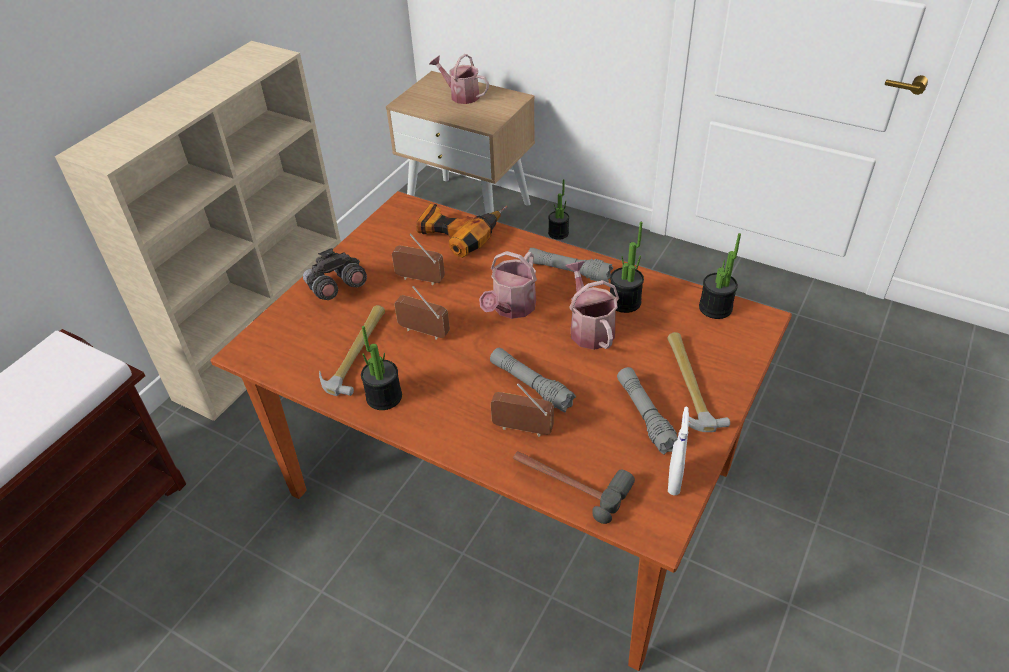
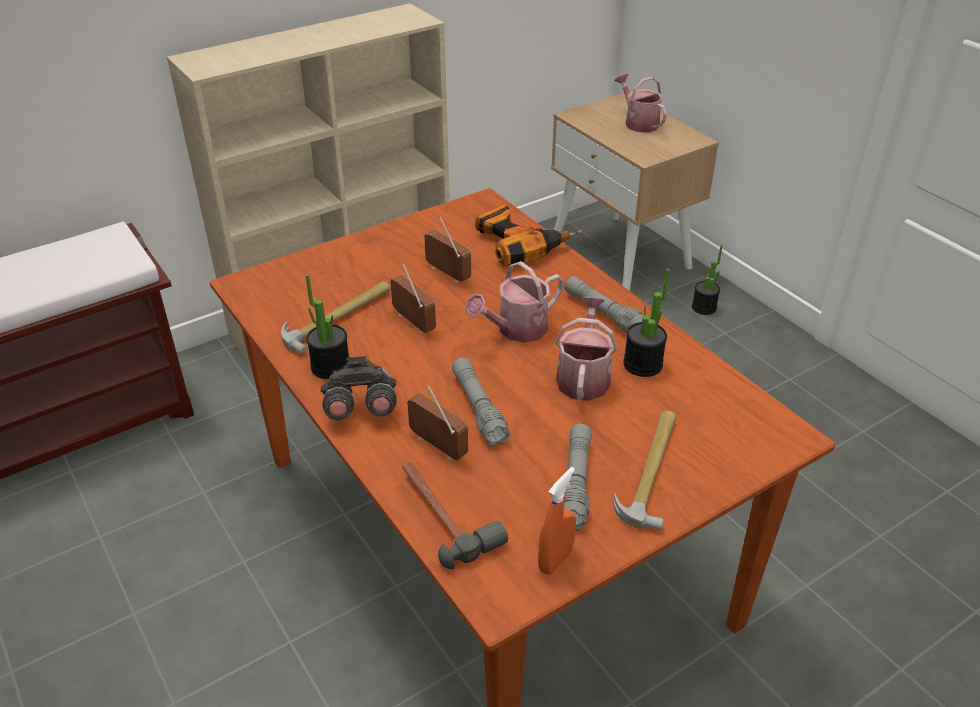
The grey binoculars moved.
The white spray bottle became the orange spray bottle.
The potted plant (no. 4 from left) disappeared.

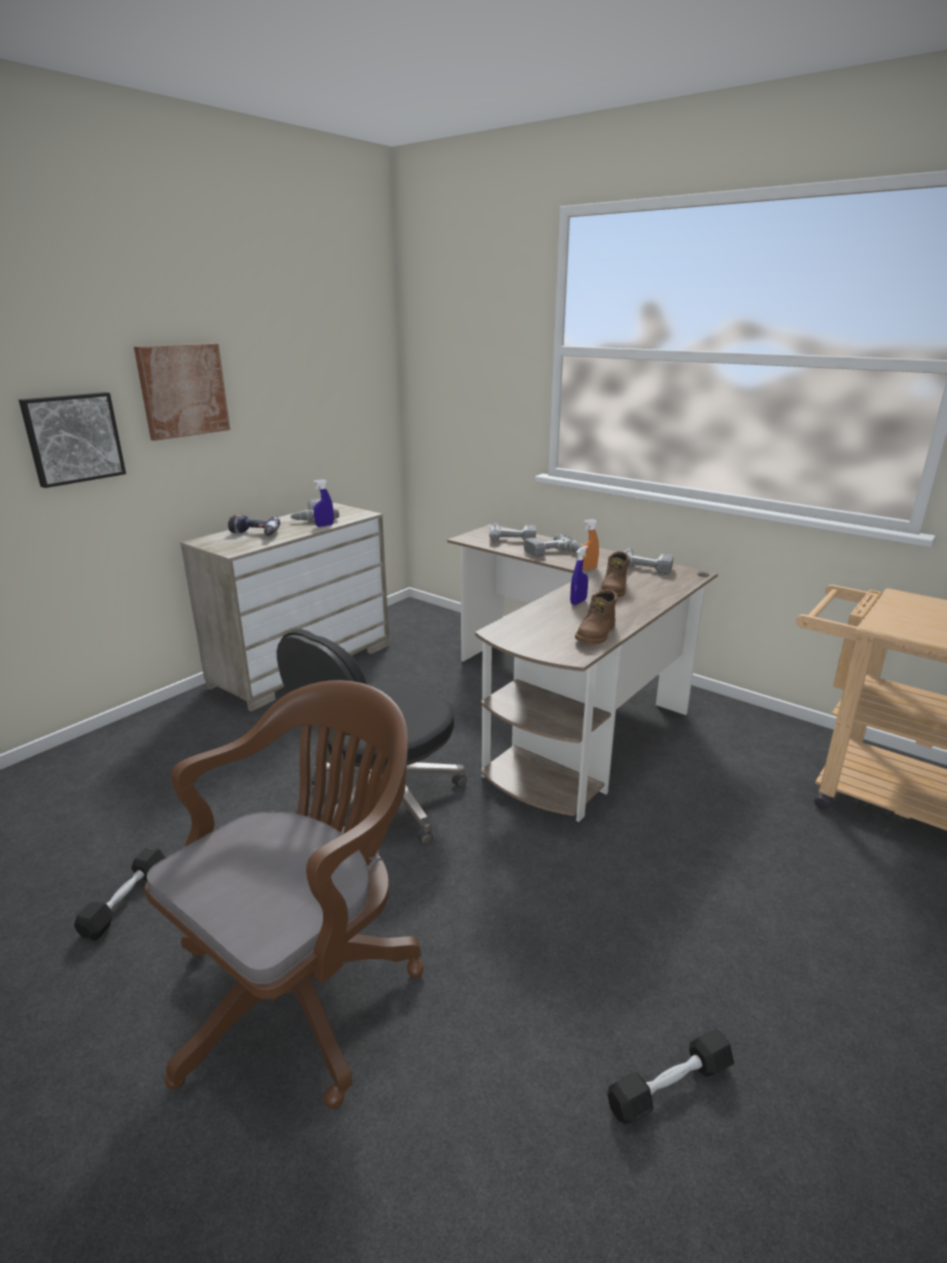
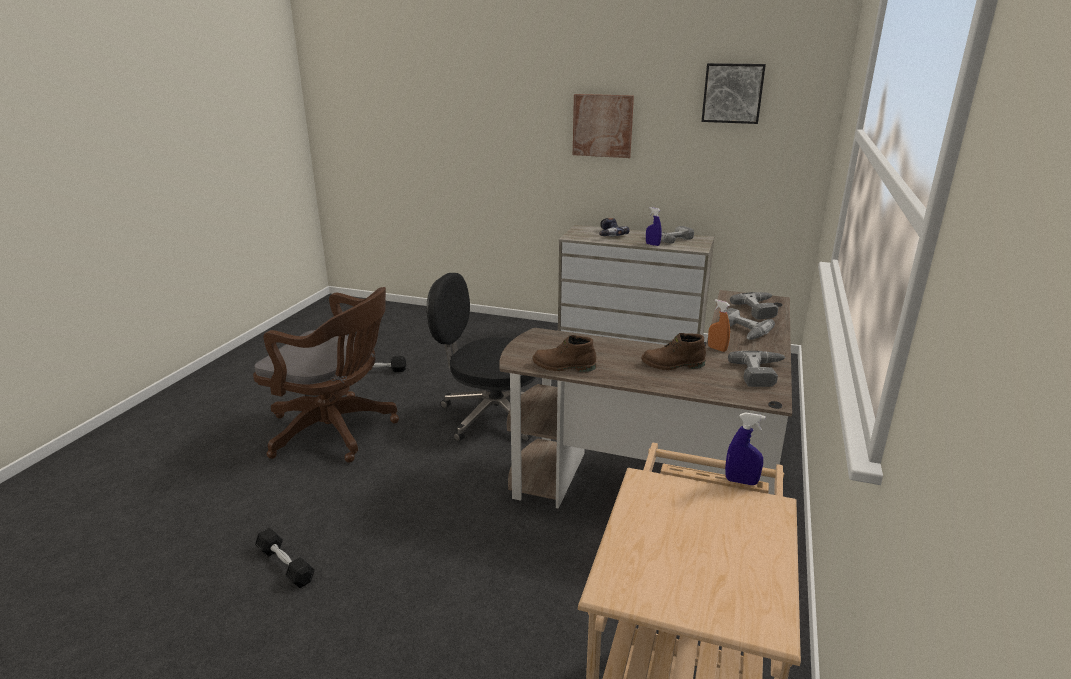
The picture (no. 1 from left in the first image) moved.
The blue spray bottle (no. 2 from left) moved.

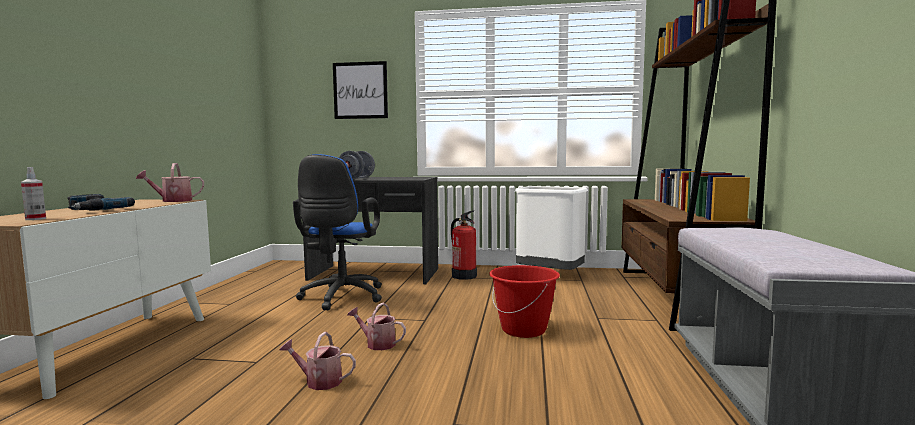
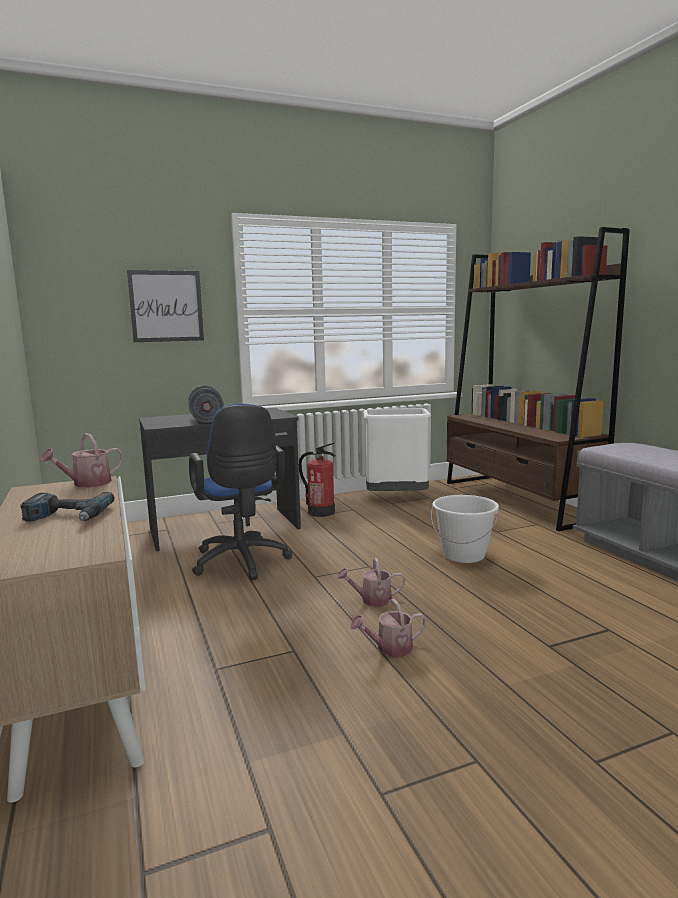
The spray bottle disappeared.
The red bucket became the white bucket.

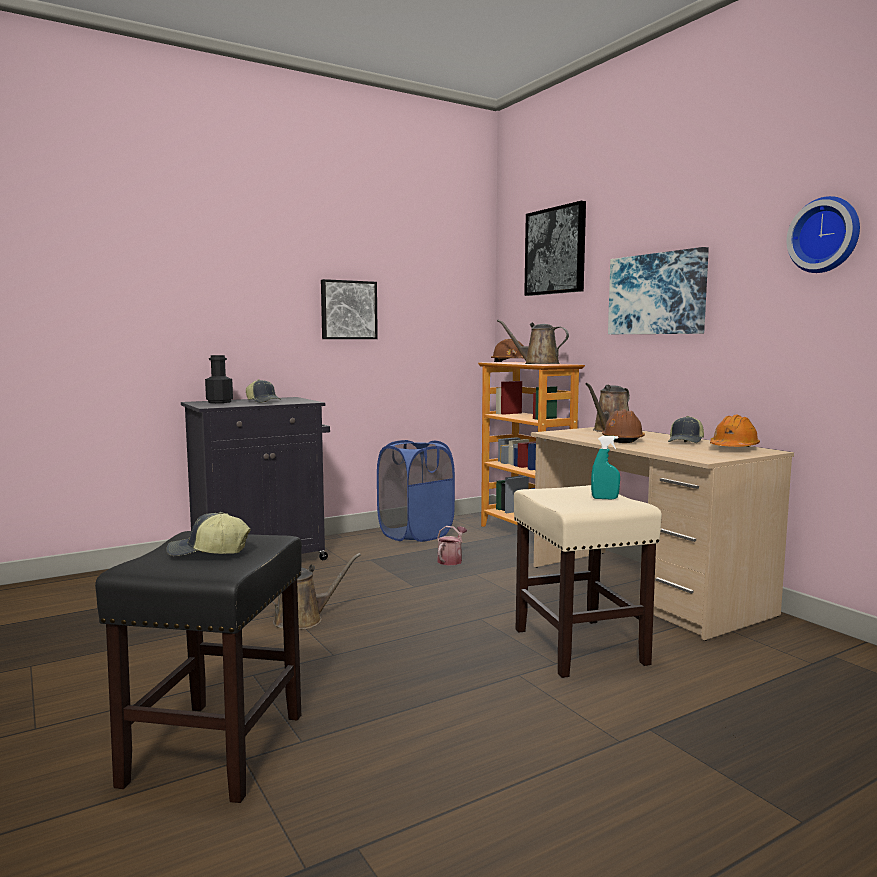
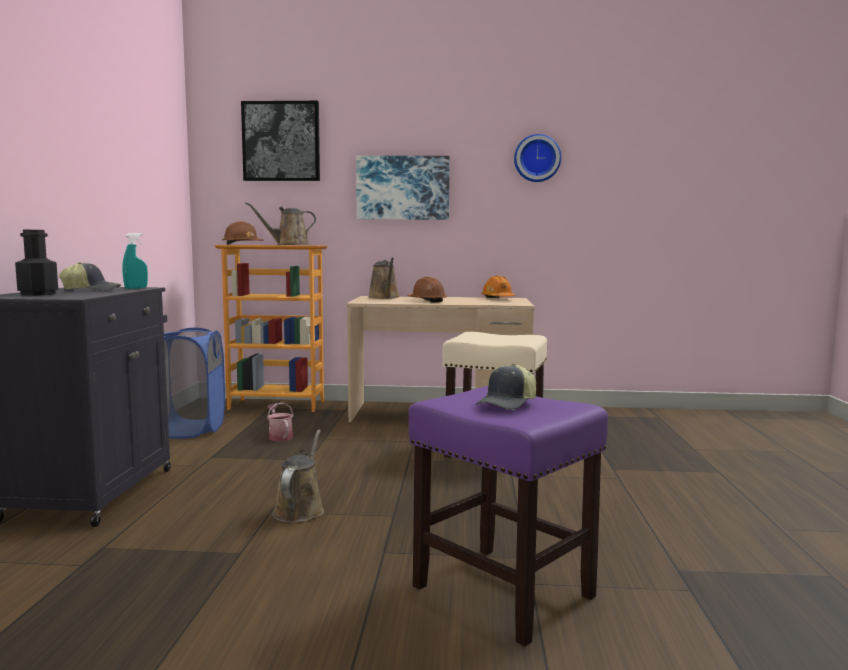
The black stool became the purple stool.
The picture (no. 1 from left) disappeared.
The turquoise spray bottle moved.
The cap (no. 3 from left) disappeared.

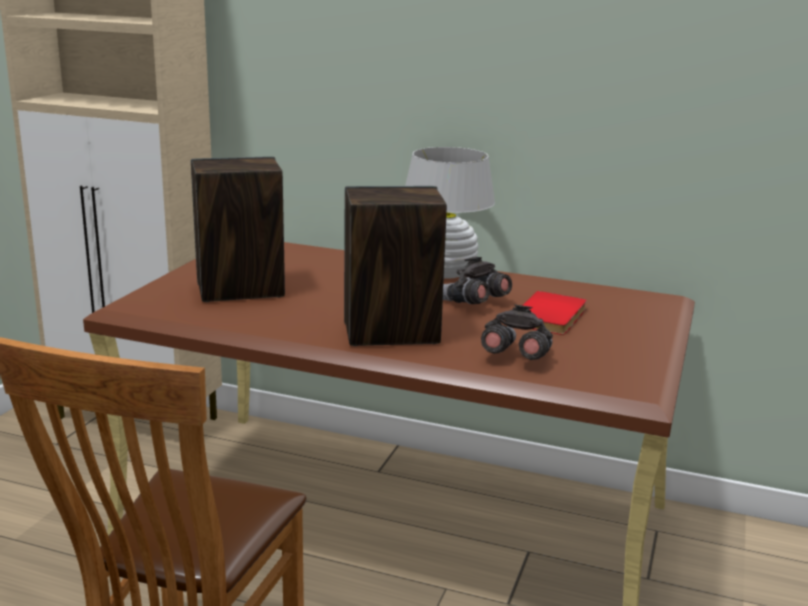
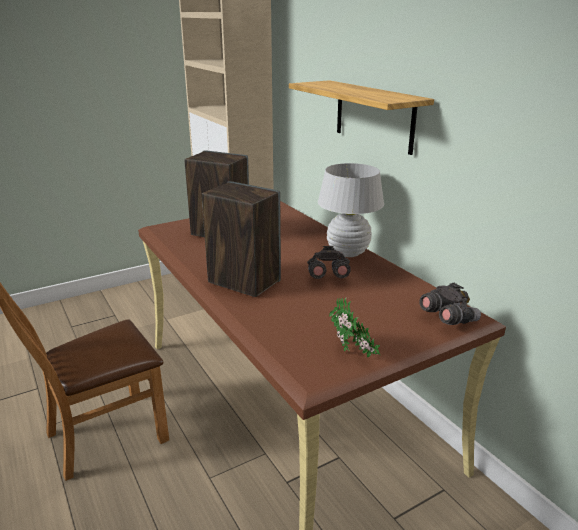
The grey binoculars (no. 2 from left) moved.
The red book disappeared.
The shelf appeared.
The potted plant appeared.

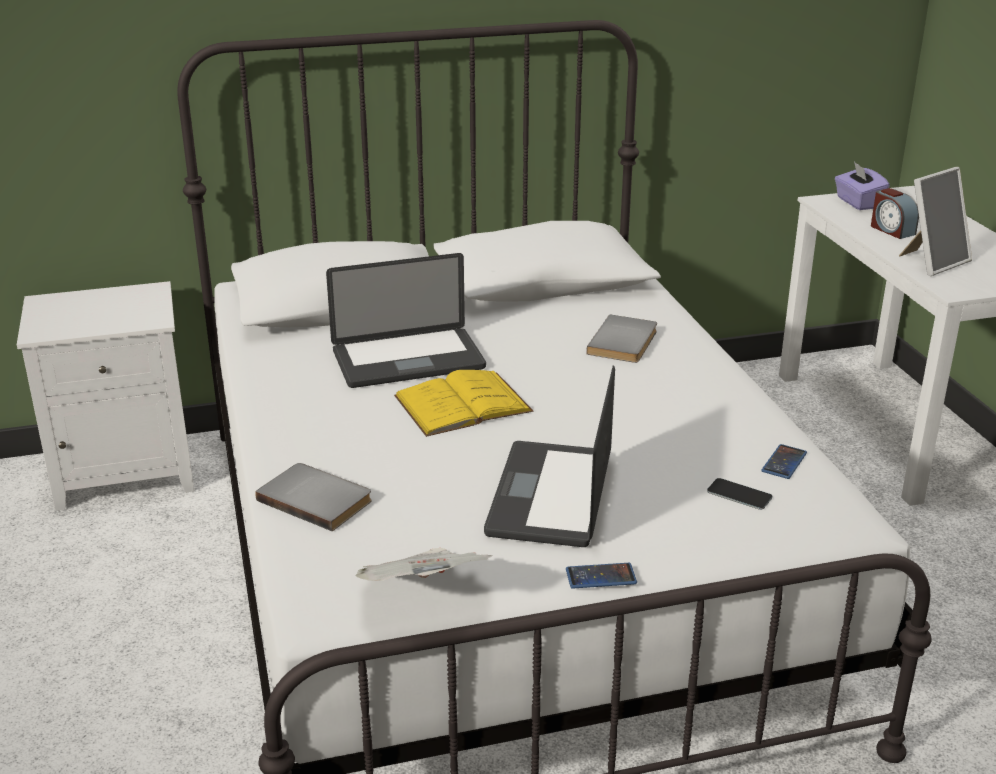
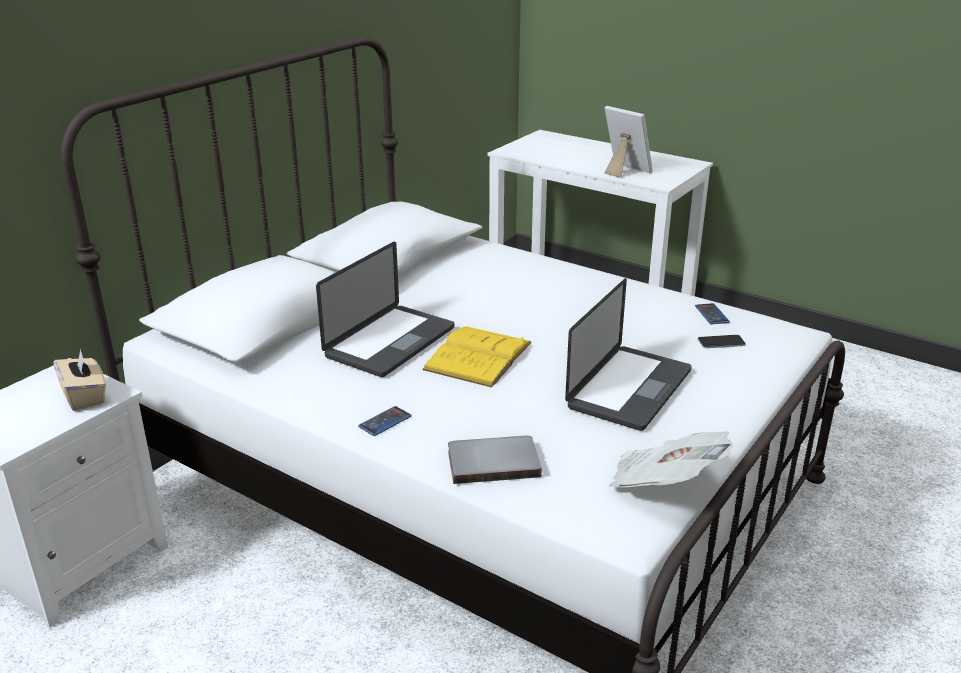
The laptop (no. 2 from left) turned 120 degrees counterclockwise.
The phone (no. 1 from left) moved.
The grey book (no. 2 from left) disappeared.
The purple tissue box disappeared.
The alarm clock disappeared.
The picture frame turned 60 degrees counterclockwise.
The beige tissue box appeared.

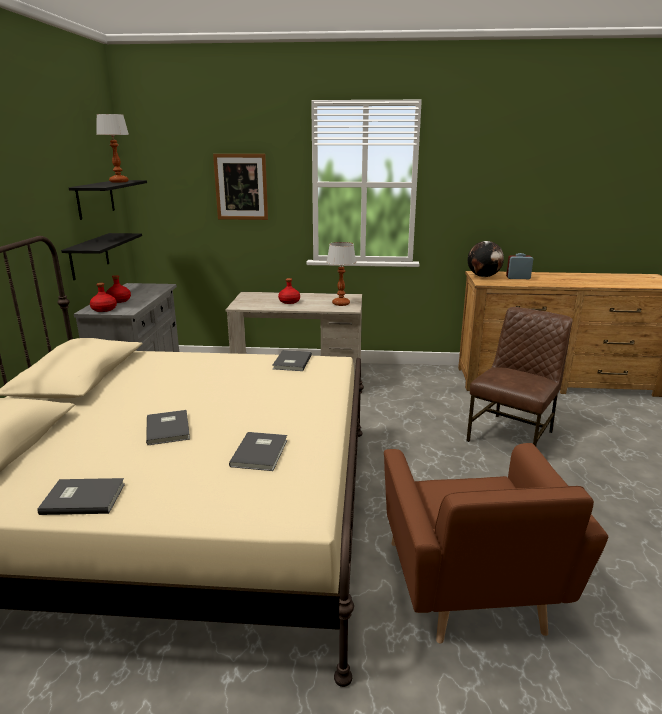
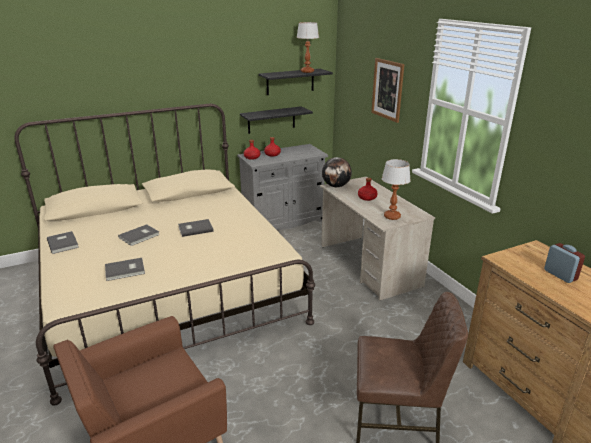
The grey book (no. 4 from left) moved.
The globe moved.

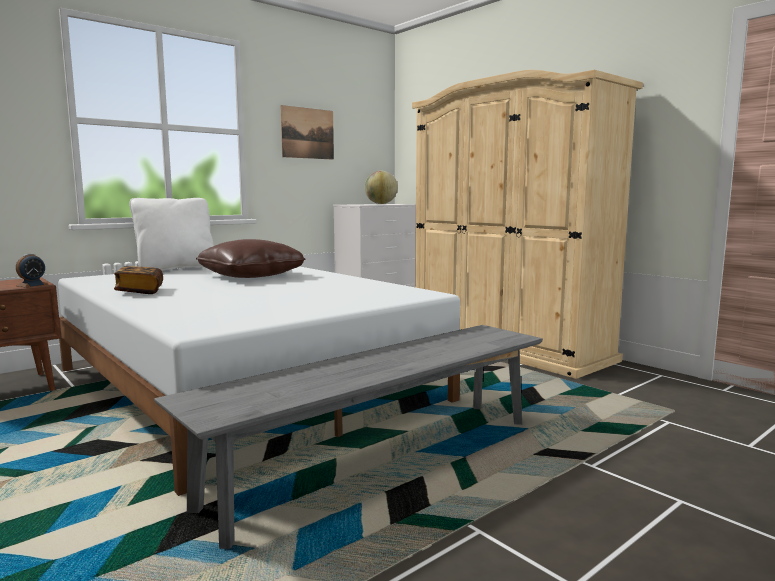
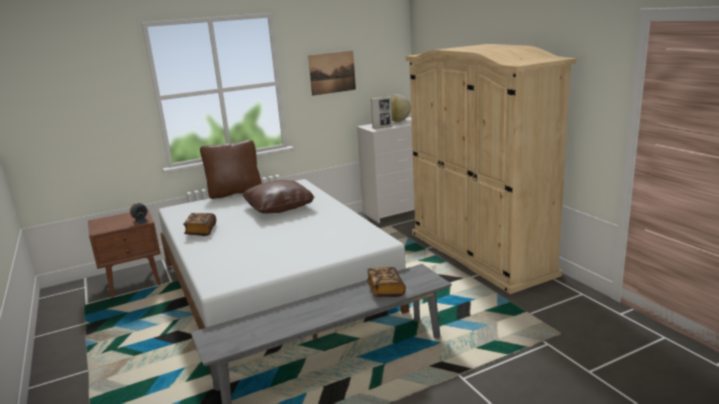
The white pillow became the brown pillow (no. 1 from left).
The book (no. 2 from left) appeared.
The picture frame appeared.

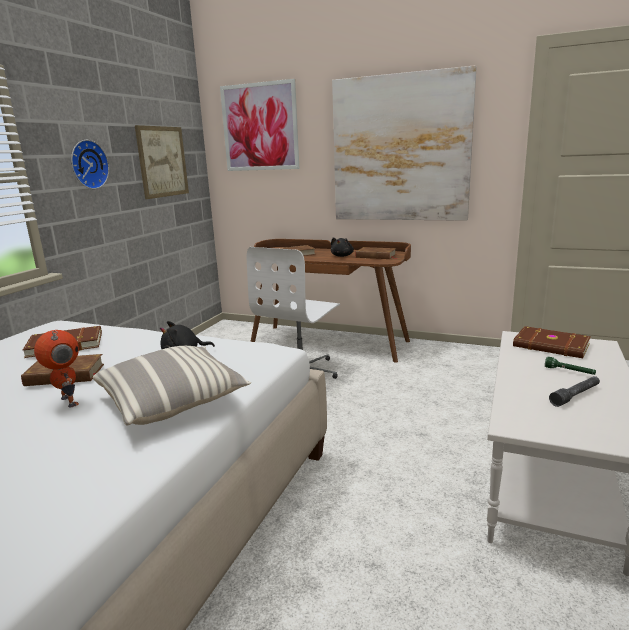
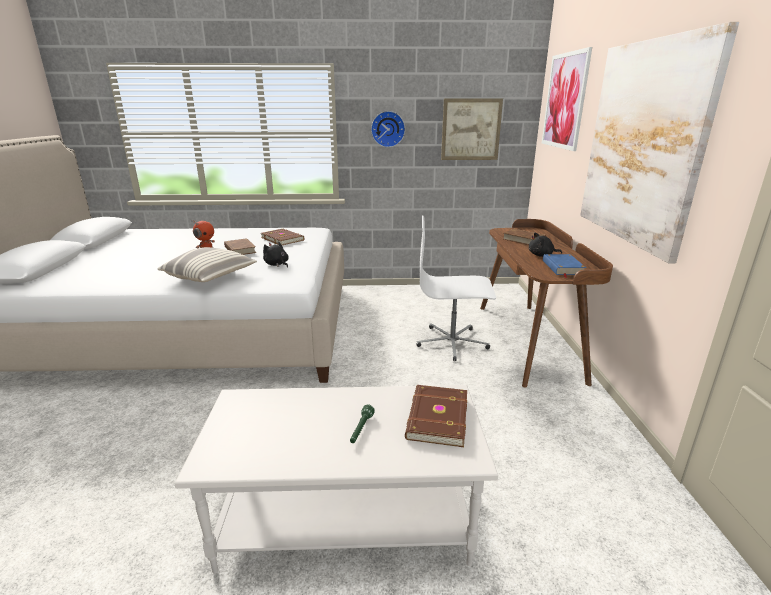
The brown book (no. 4 from left) became the blue book.
The grey flashlight disappeared.

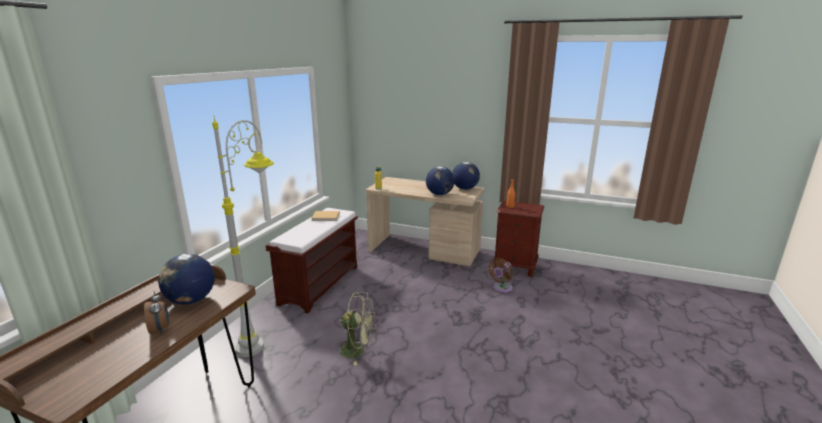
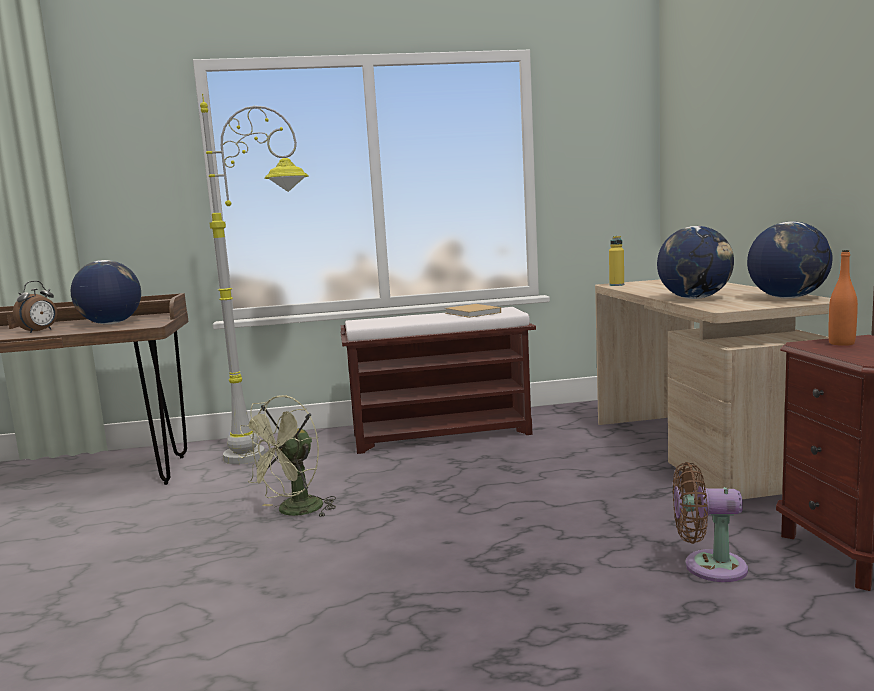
The green fan turned 60 degrees clockwise.

